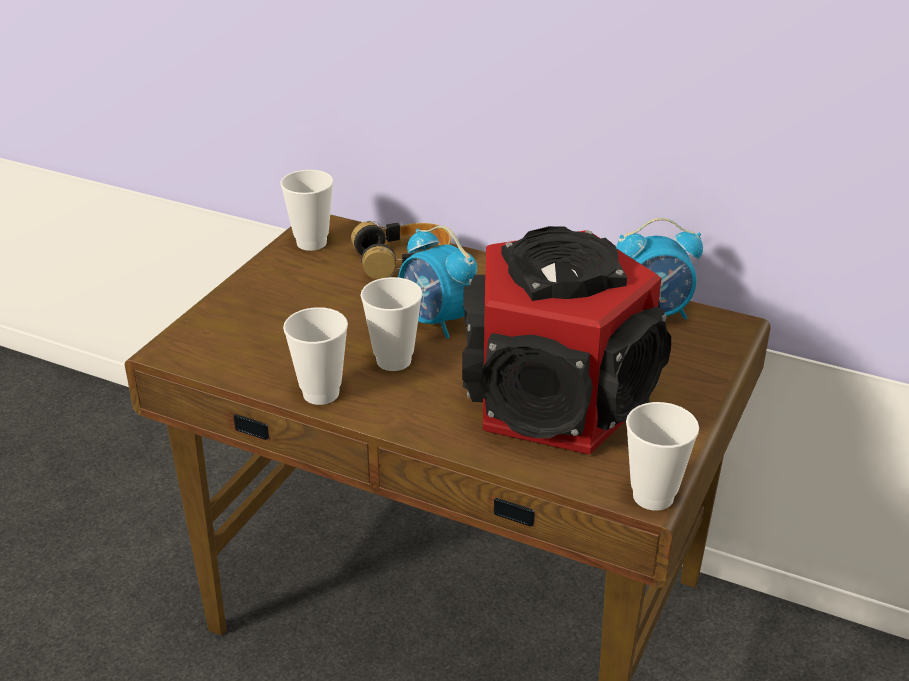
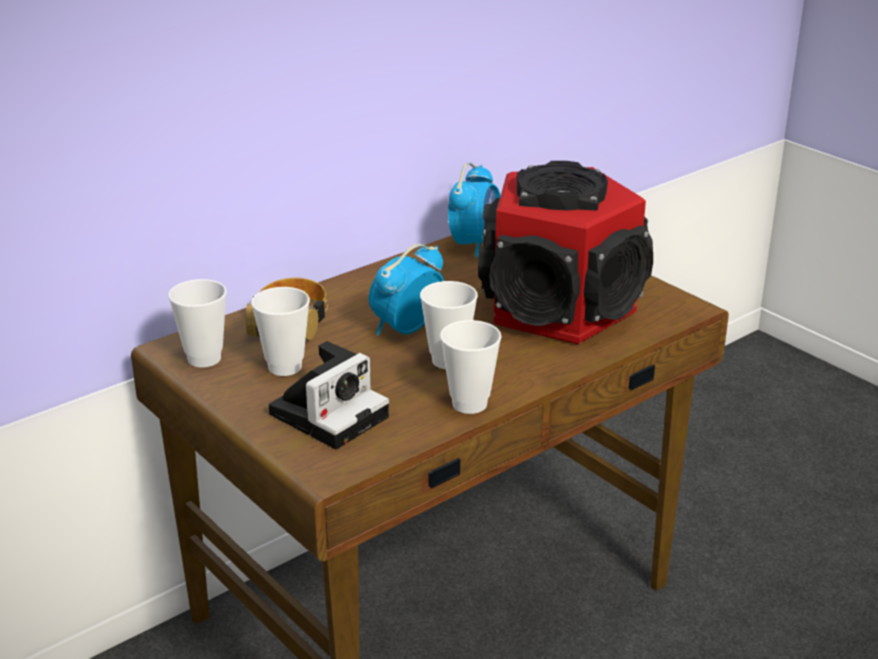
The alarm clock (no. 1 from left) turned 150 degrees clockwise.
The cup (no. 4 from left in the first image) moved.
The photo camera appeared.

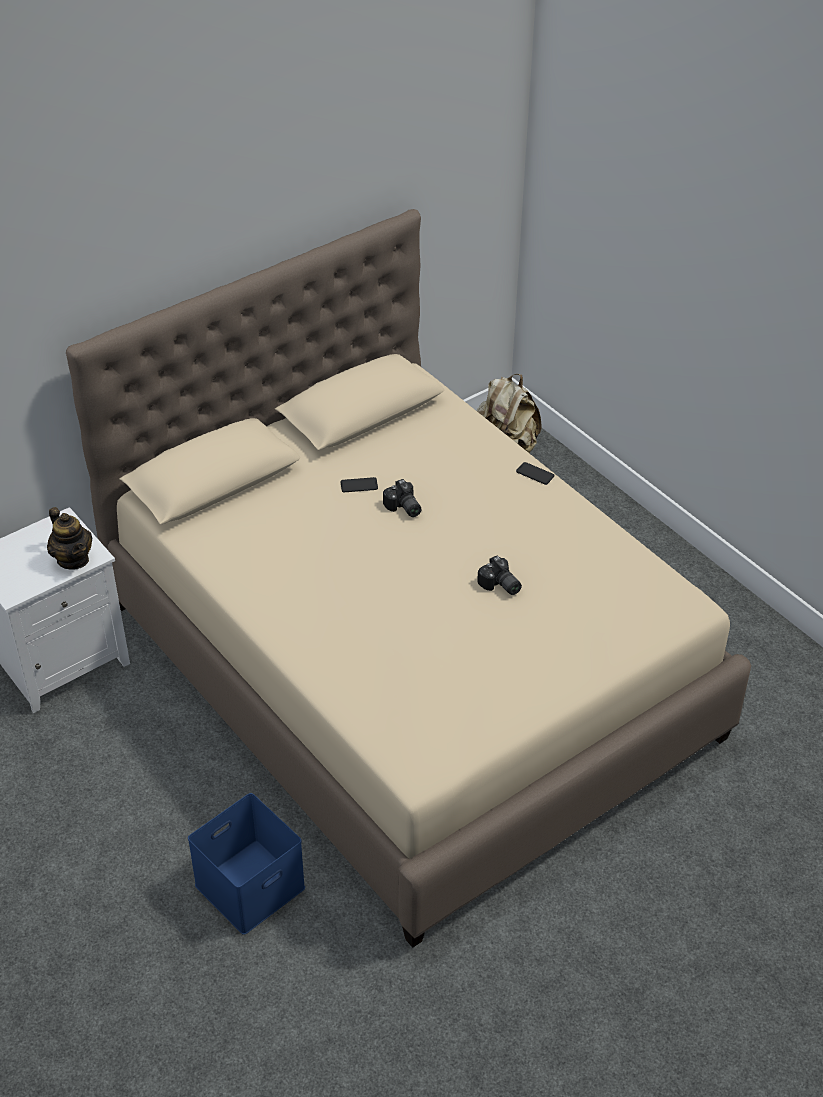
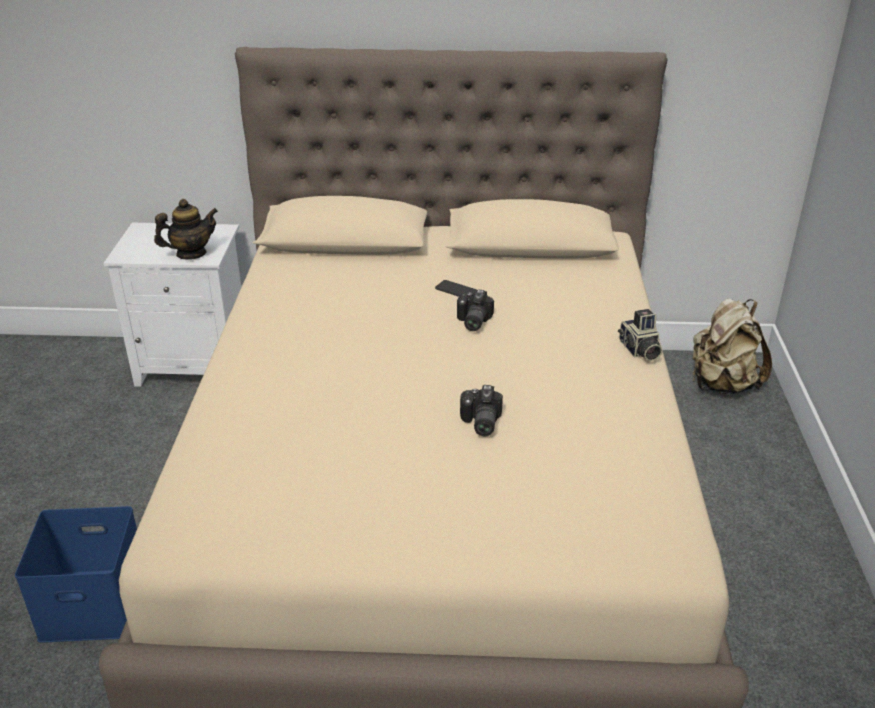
The teapot turned 120 degrees counterclockwise.
The phone (no. 2 from left) was replaced by the photo camera (no. 3 from left).

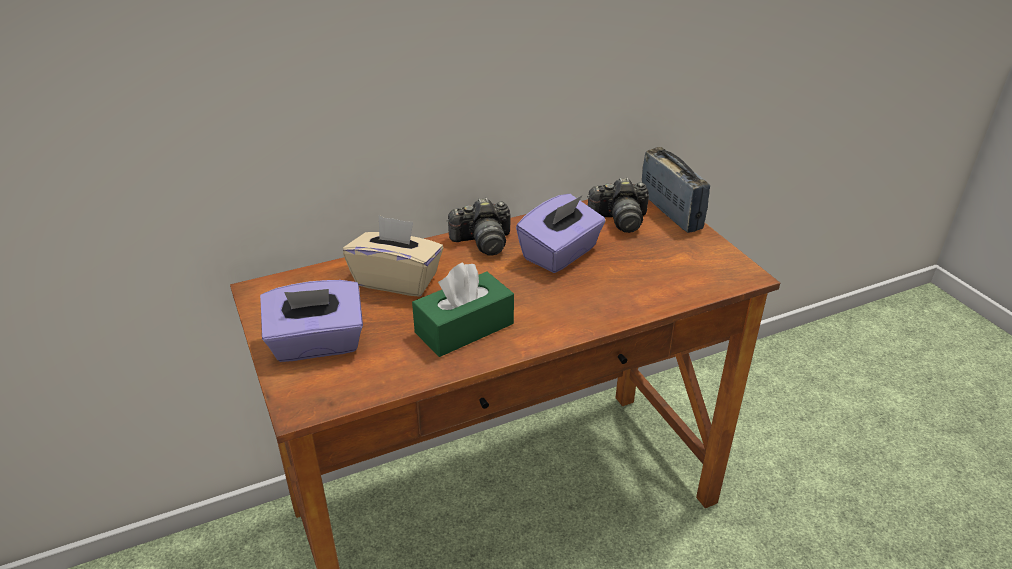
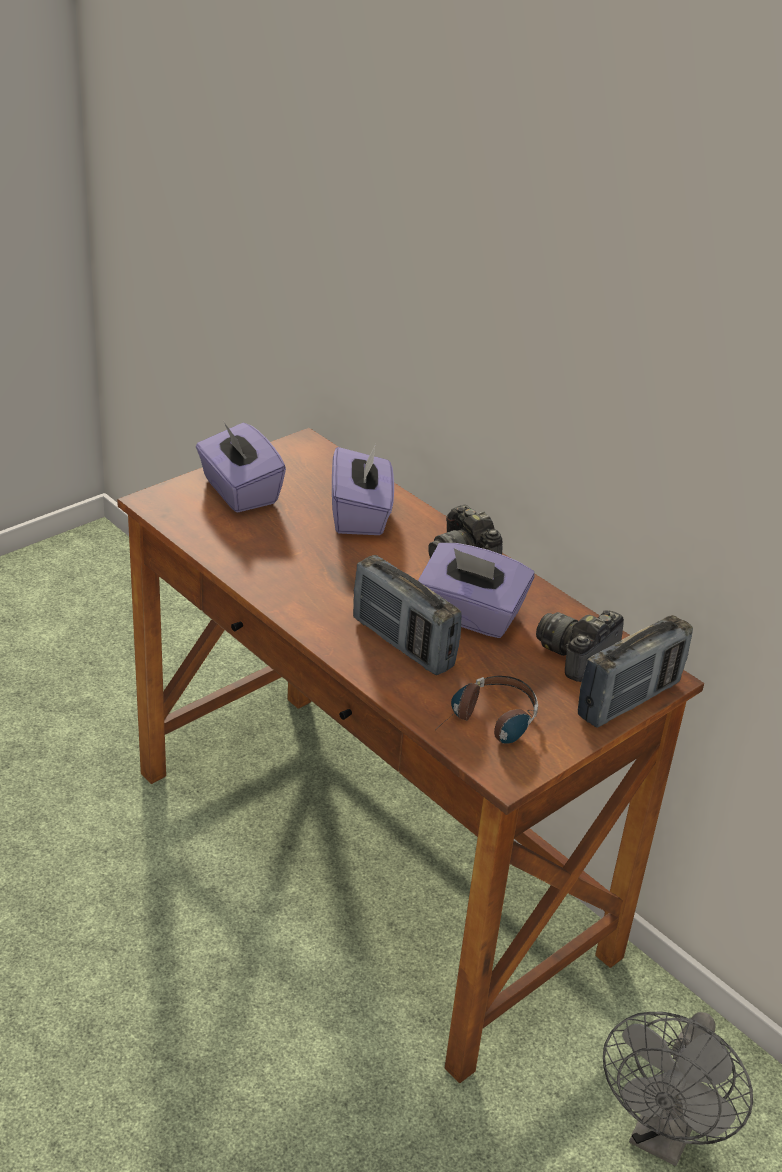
The beige tissue box became the purple tissue box (no. 2 from left).
The green tissue box disappeared.
The photo camera (no. 2 from left) turned 60 degrees clockwise.
The radio (no. 1 from left) appeared.
The headphones appeared.
The grey fan appeared.

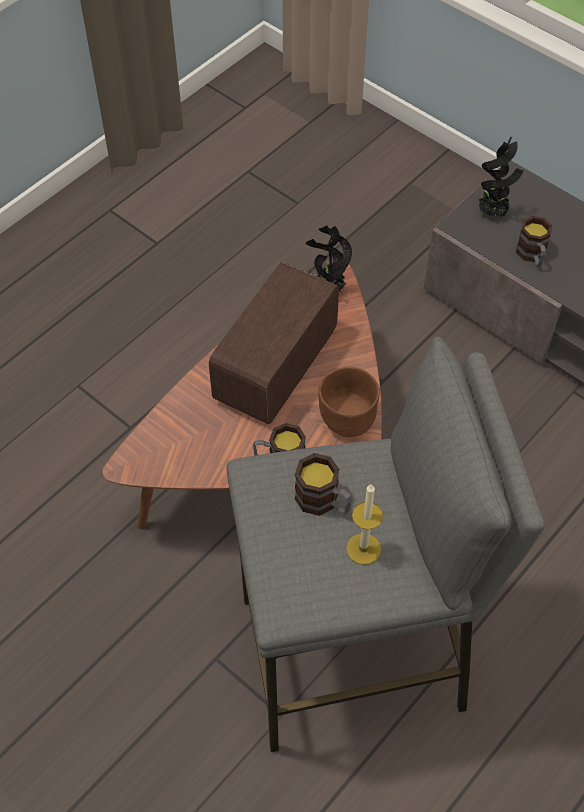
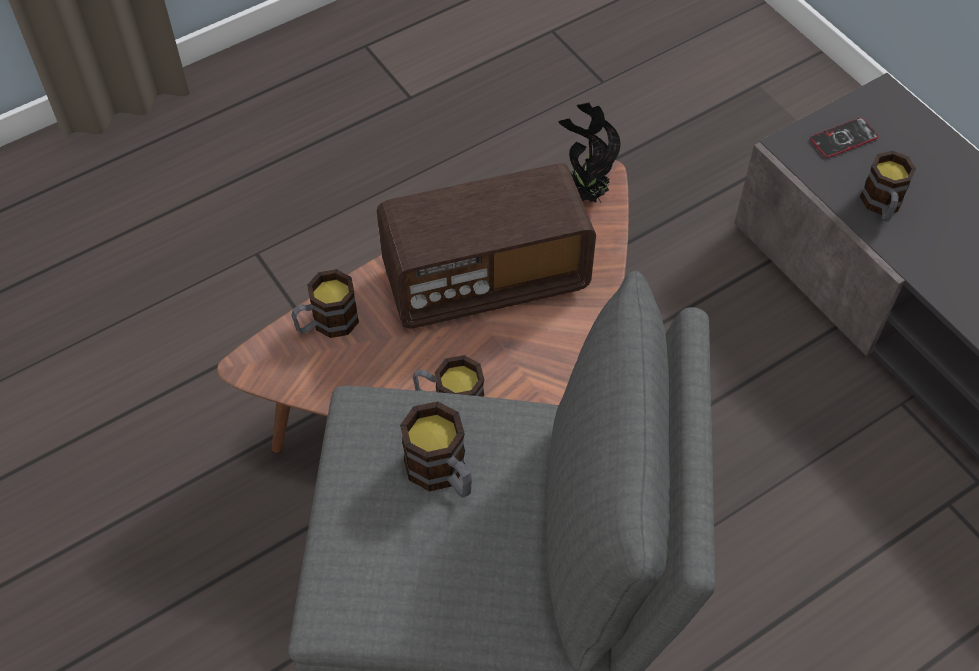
The radio turned 150 degrees counterclockwise.
The brown bowl disappeared.
The candle disappeared.
The potted plant (no. 2 from left) was replaced by the phone.
The mug (no. 1 from left) appeared.

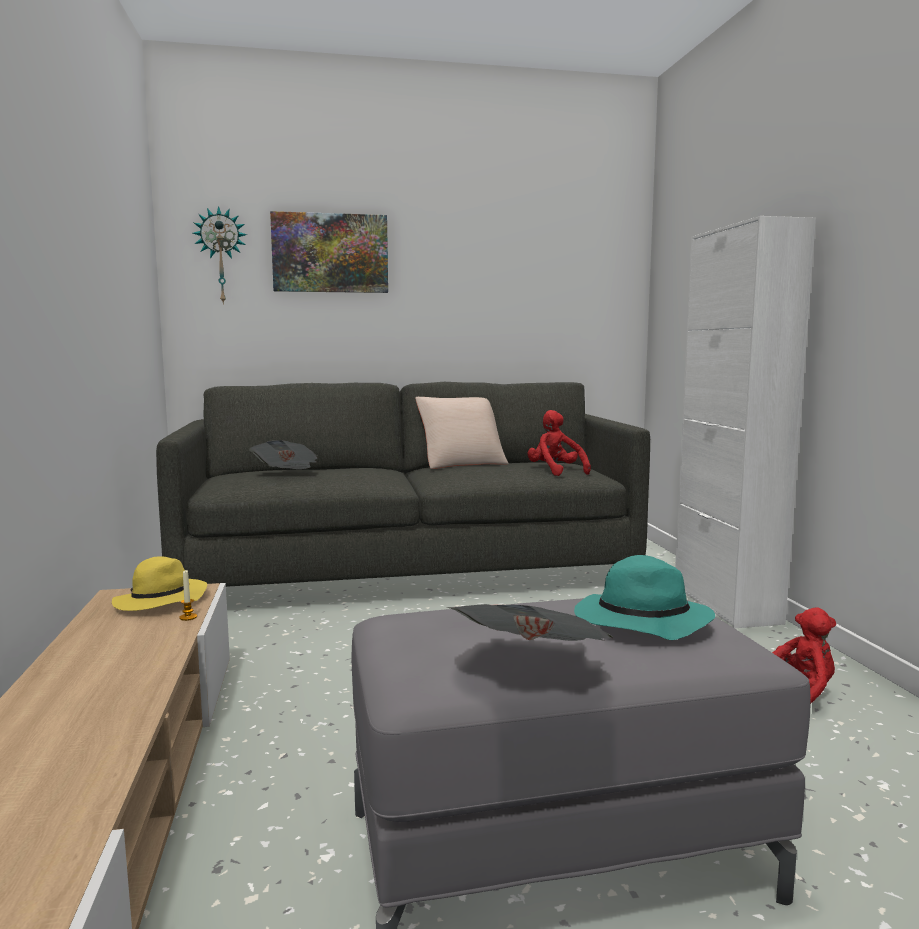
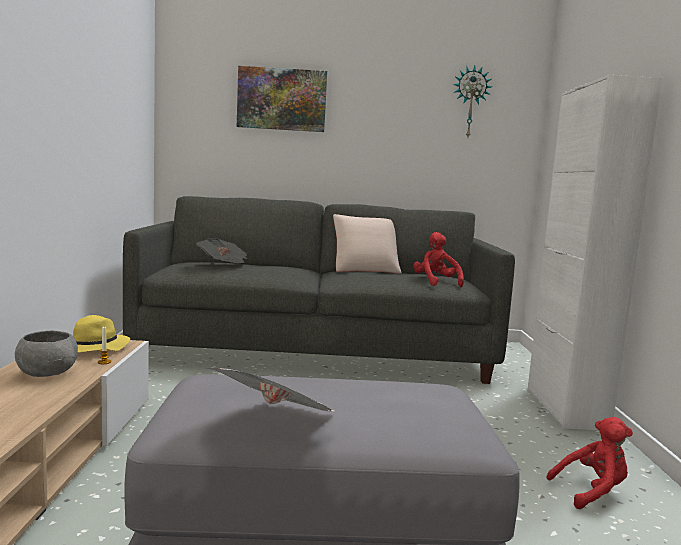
The wall clock moved.
The turquoise hat disappeared.
The grey bowl appeared.

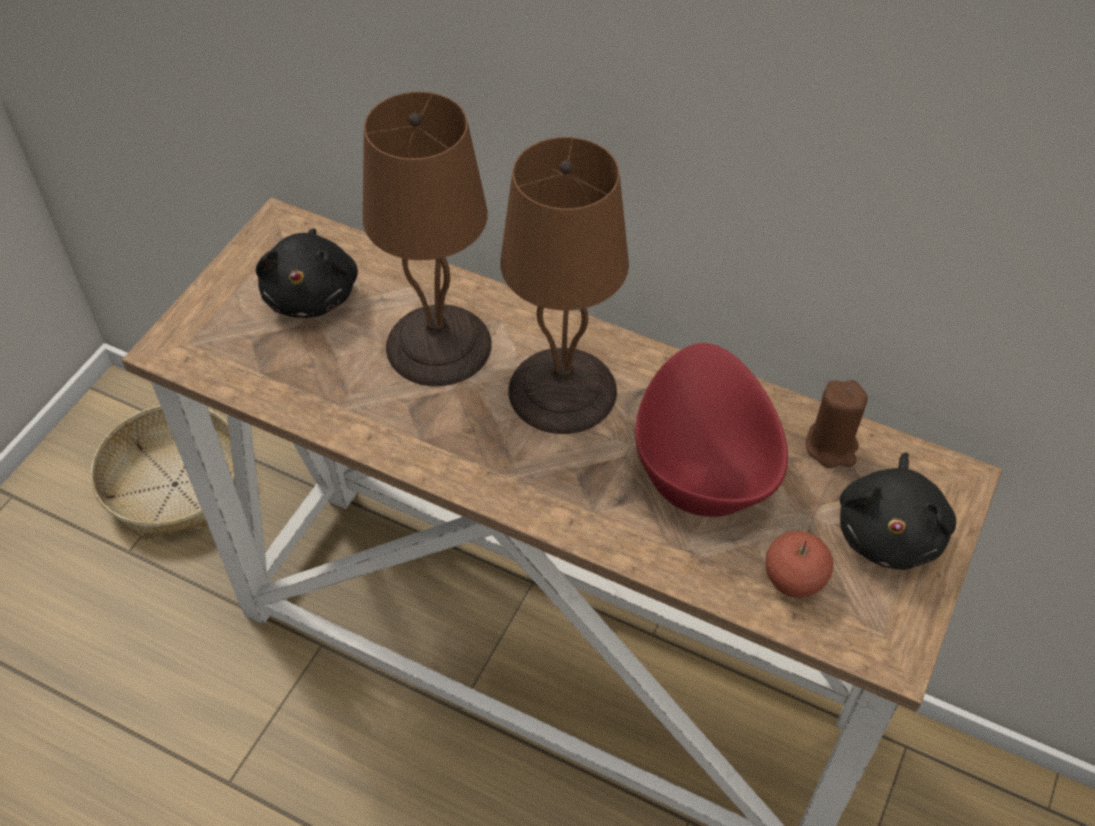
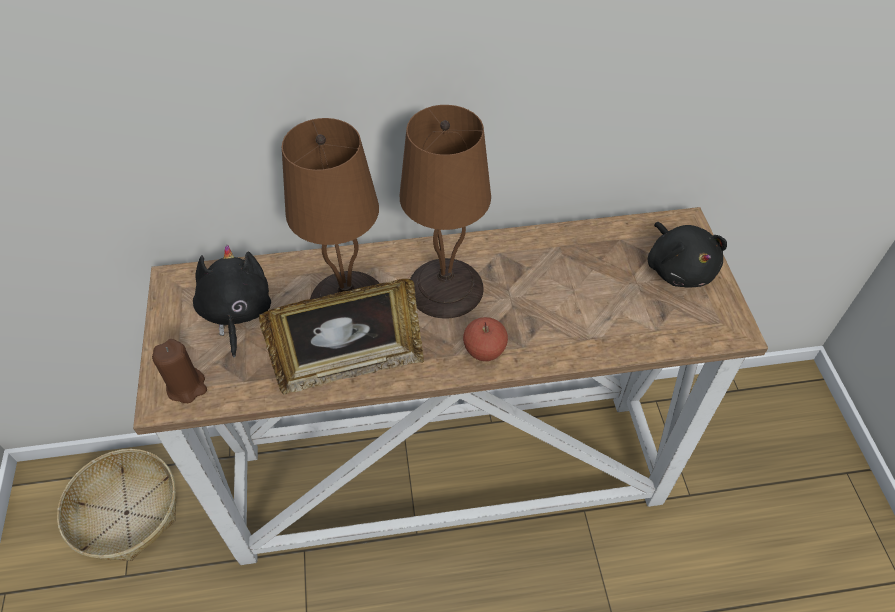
The black plush toy (no. 1 from left) turned 150 degrees counterclockwise.
The red bowl disappeared.
The apple moved.
The brown candle moved.
The picture frame appeared.

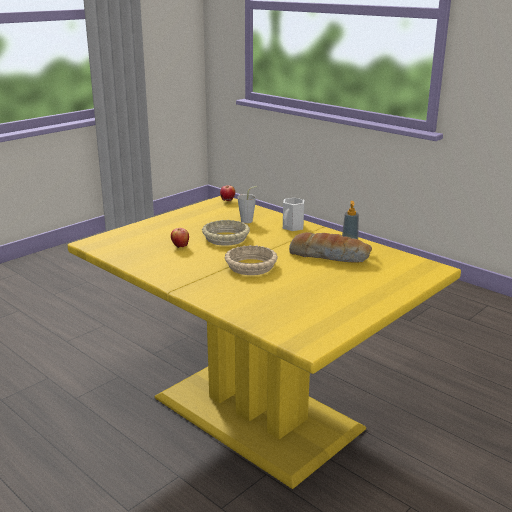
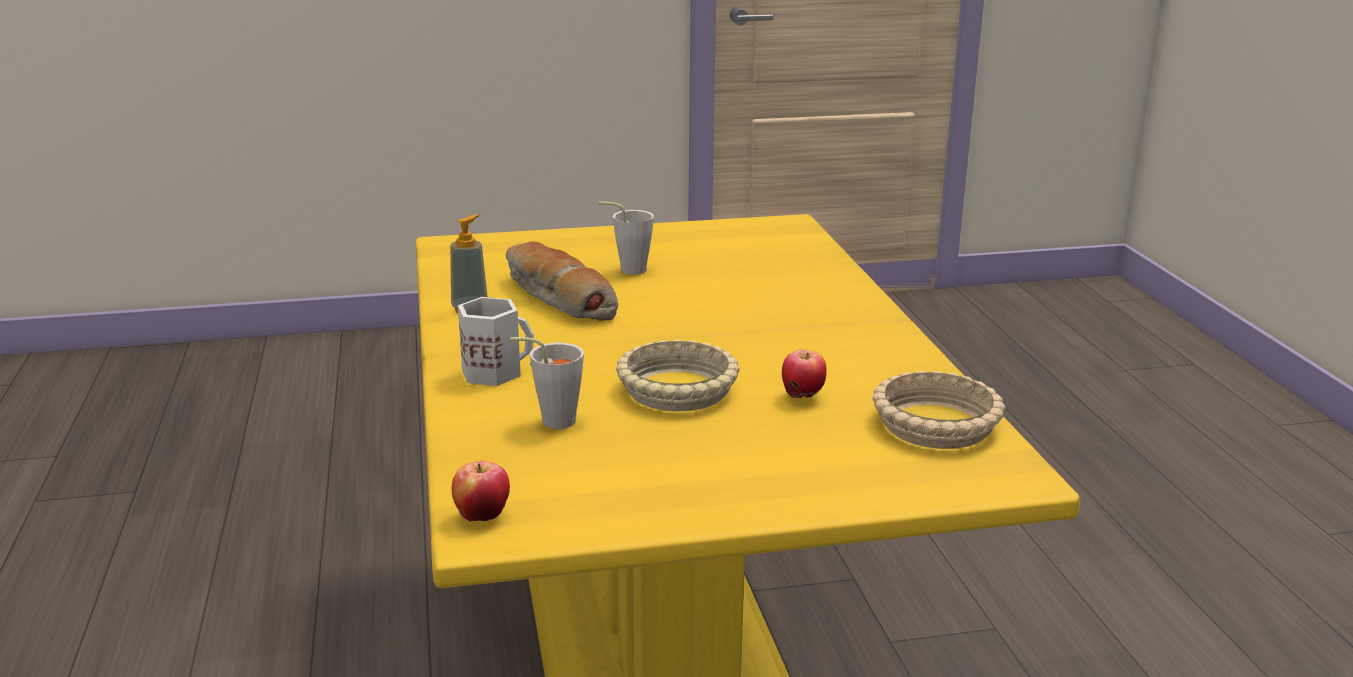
The beige bowl (no. 2 from left) moved.
The grey cup (no. 2 from left) appeared.

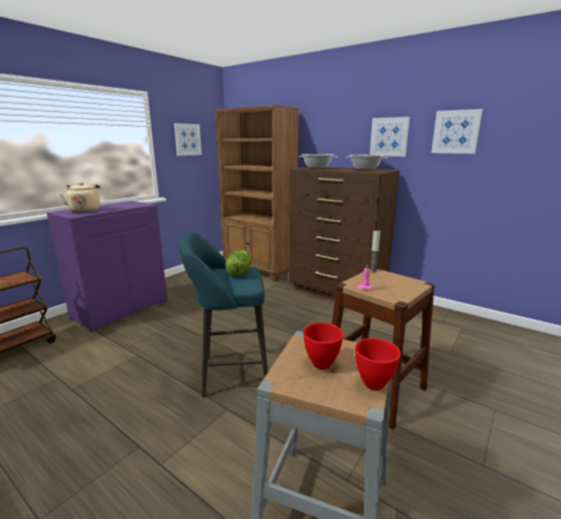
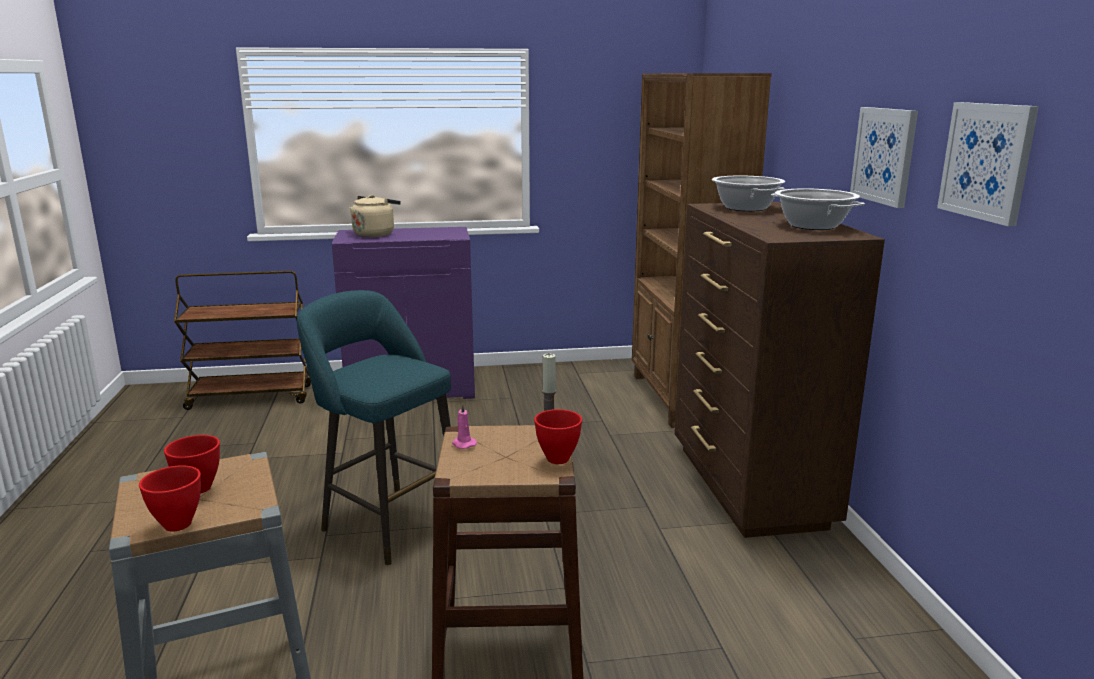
The picture (no. 1 from left) disappeared.
The lettuce disappeared.
The red bowl (no. 3 from left) appeared.

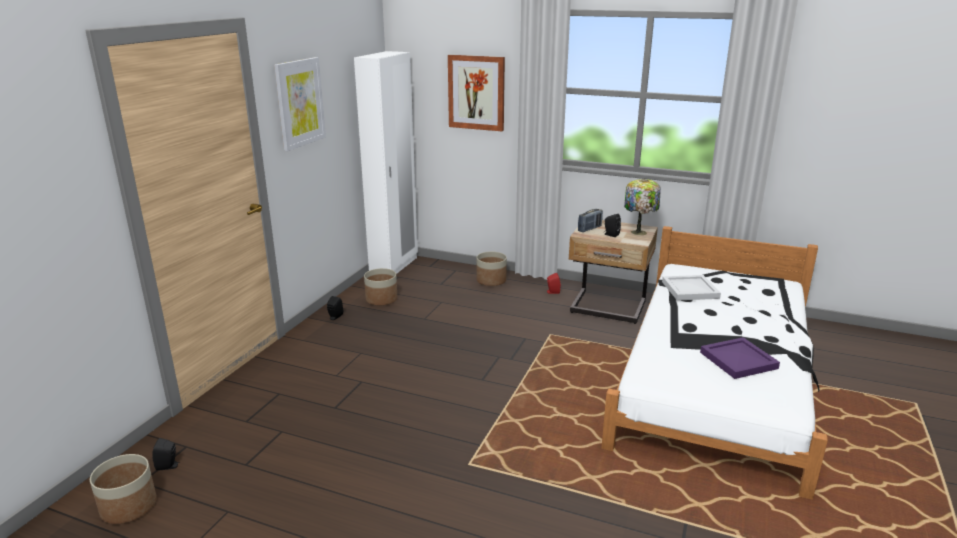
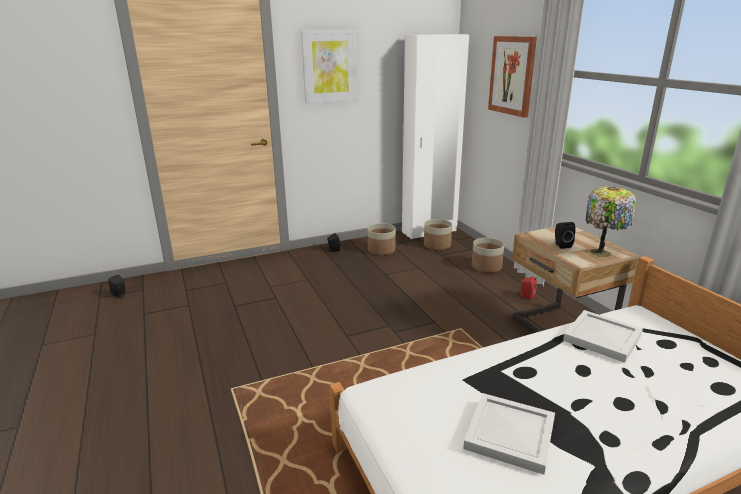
The planter (no. 1 from left in the first image) moved.
The radio disappeared.
The purple tray became the white tray (no. 1 from left).

